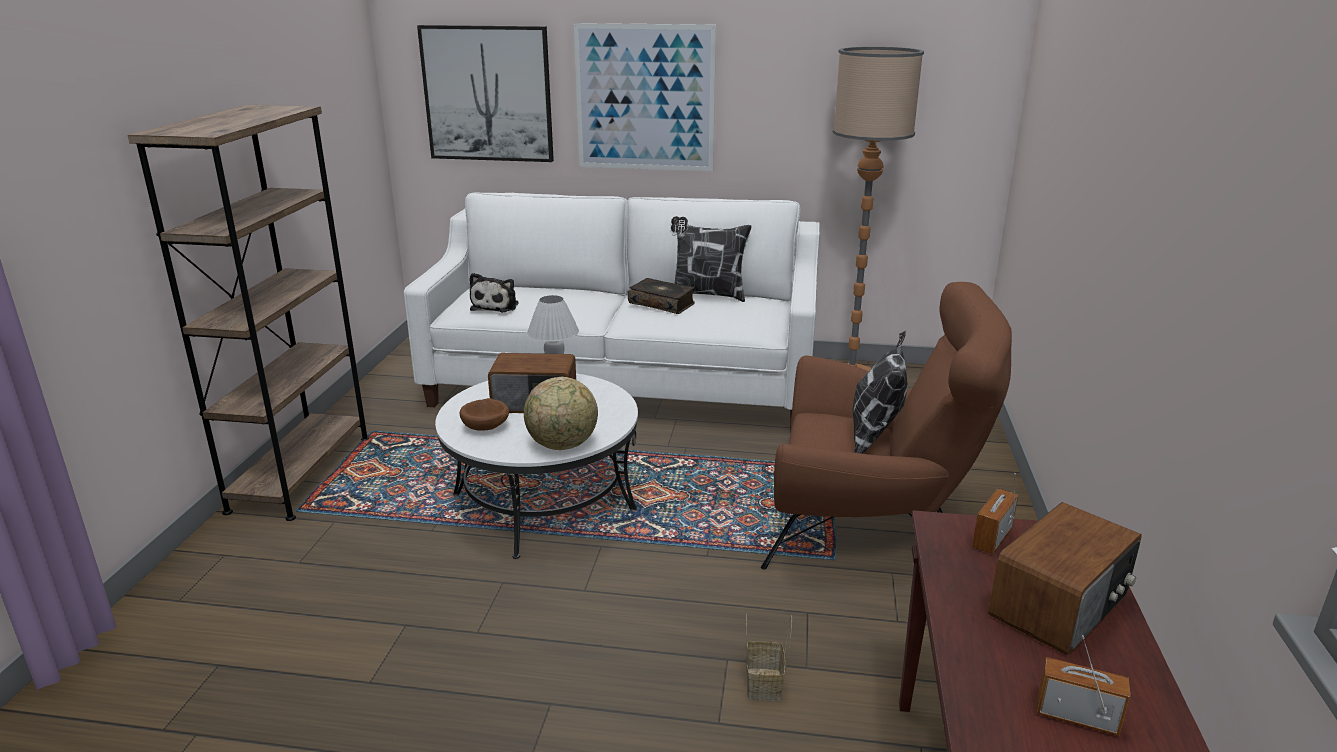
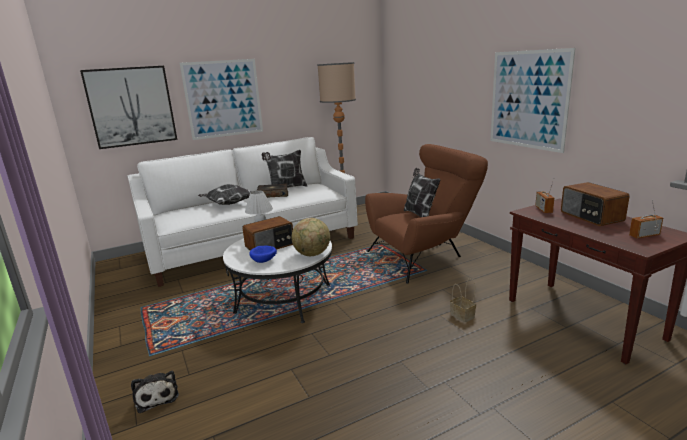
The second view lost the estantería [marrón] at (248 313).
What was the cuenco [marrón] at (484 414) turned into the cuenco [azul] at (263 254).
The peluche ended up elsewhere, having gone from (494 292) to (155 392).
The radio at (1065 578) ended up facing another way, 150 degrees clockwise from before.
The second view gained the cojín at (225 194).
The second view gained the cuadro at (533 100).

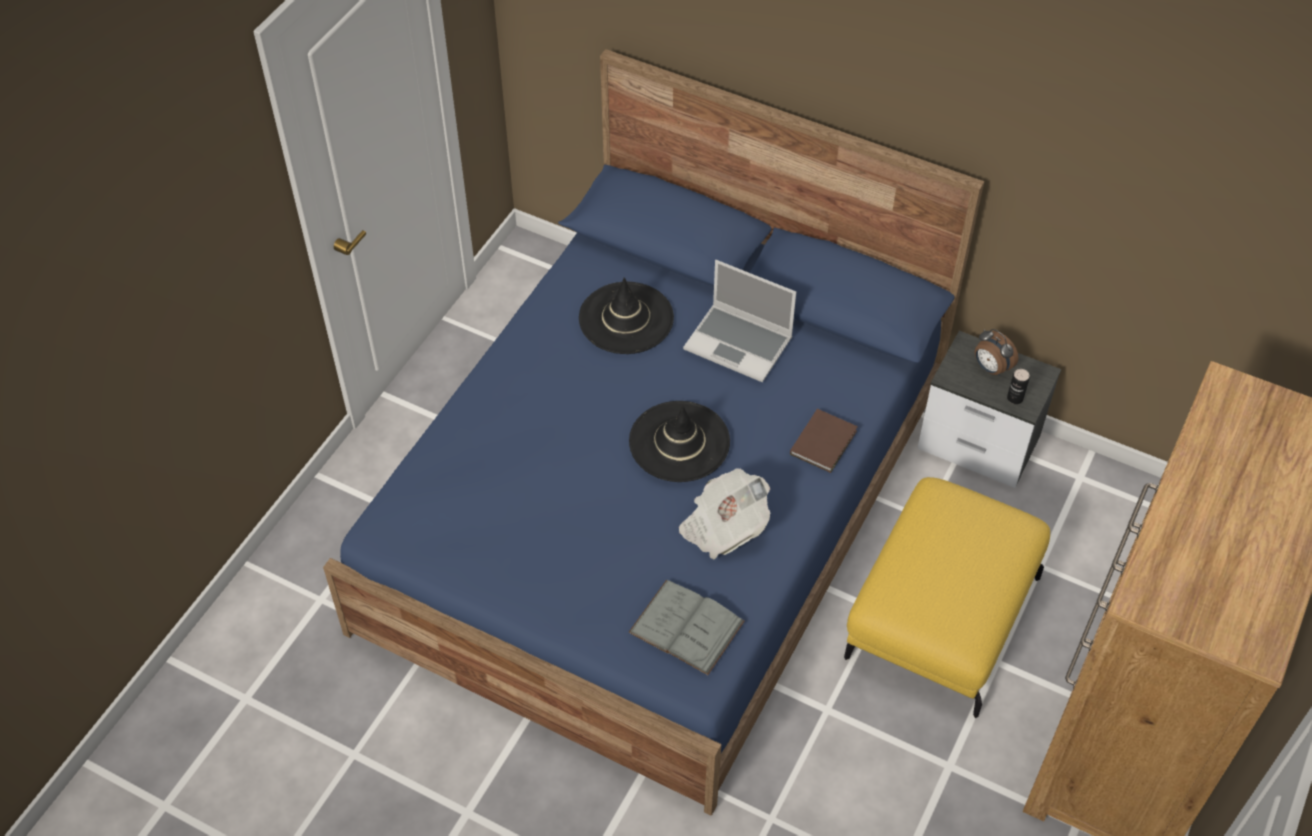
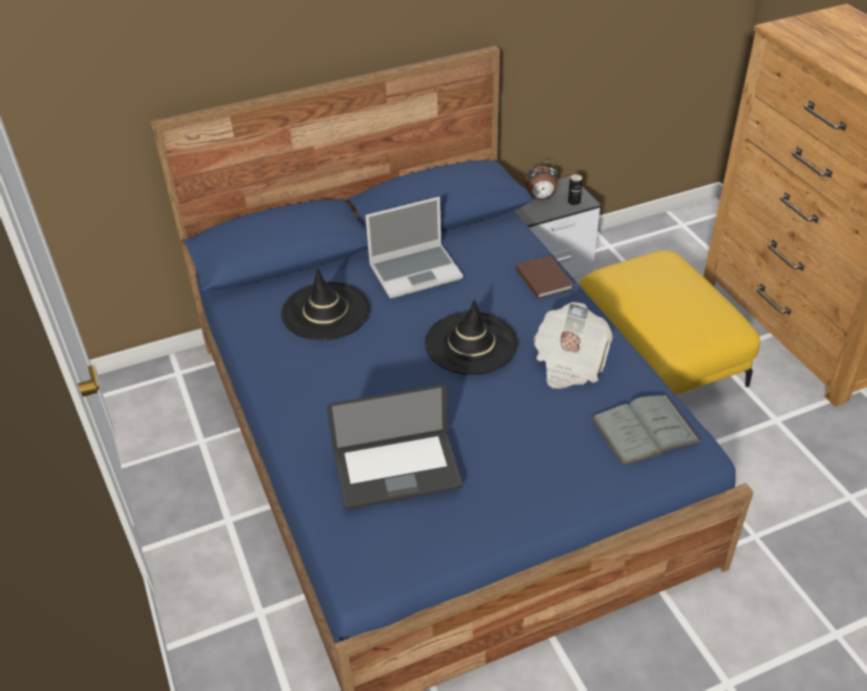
The second view gained the portátil at (394 447).

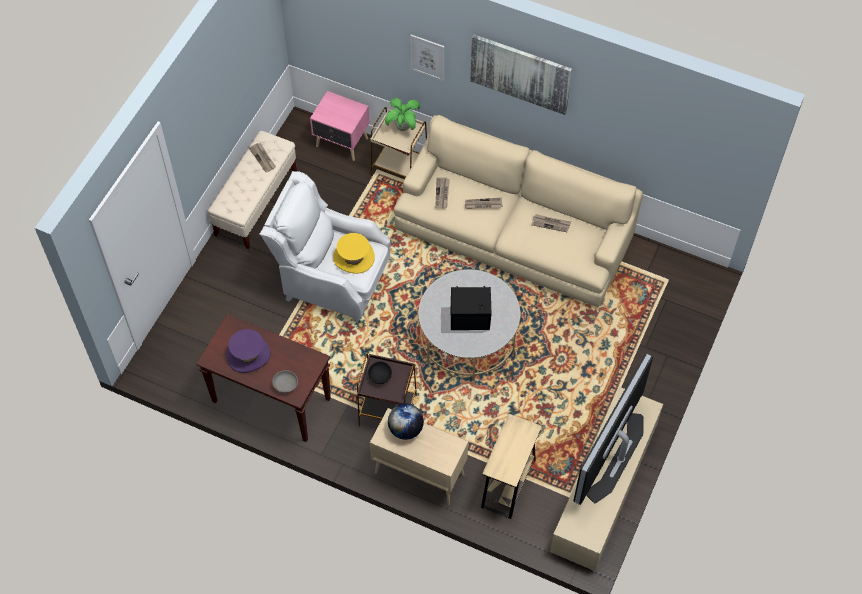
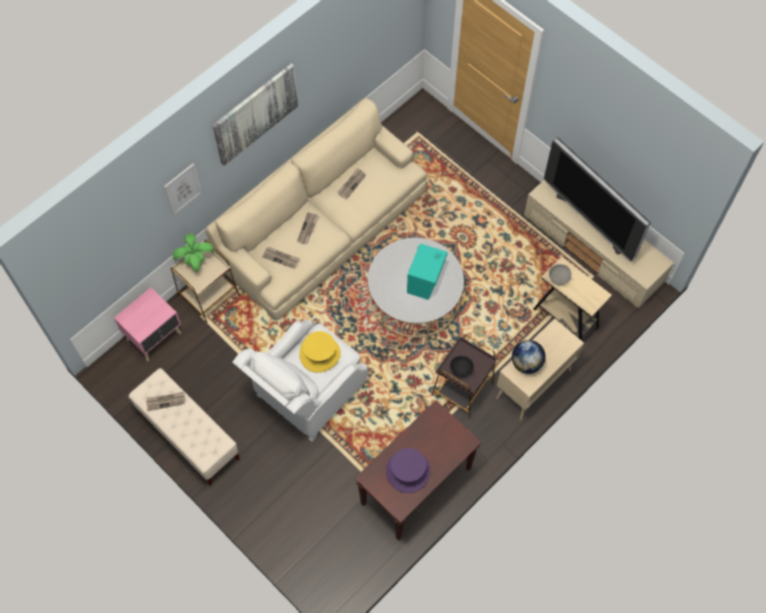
The cuenco [gris] ended up elsewhere, having gone from (285 381) to (560 274).
What was the altavoz [negro] at (471 308) turned into the altavoz [turquesa] at (427 271).

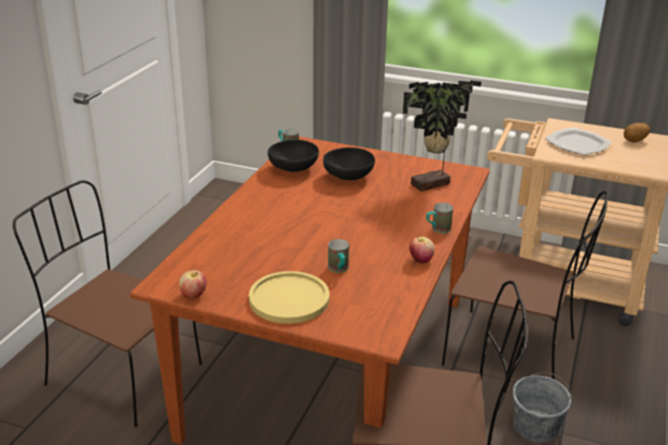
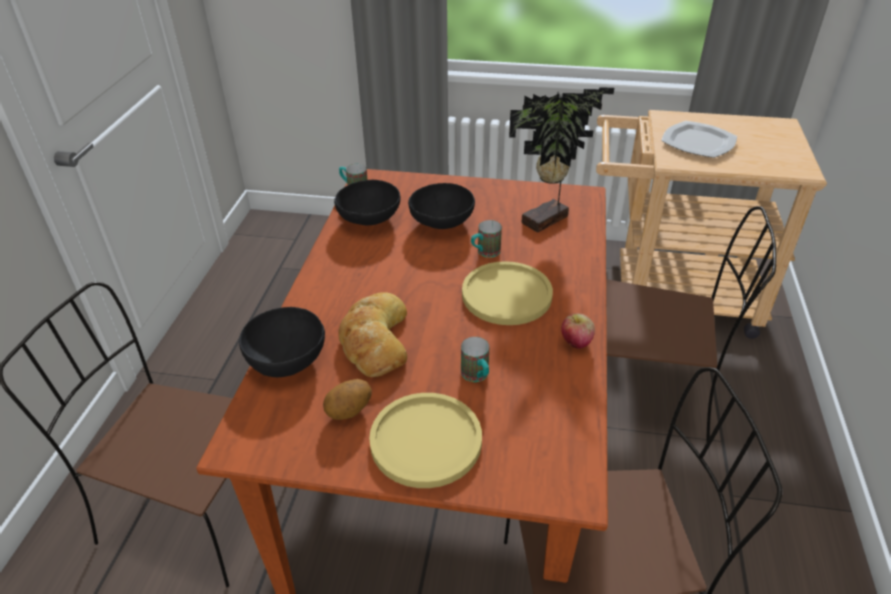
The second view lost the manzana at (193 284).
The taza grande ended up elsewhere, having gone from (439 218) to (486 239).
The second view lost the cubo [gris] at (542 407).
The patata ended up elsewhere, having gone from (637 133) to (347 399).
The second view gained the cuenco [negro] at (282 342).
The second view gained the pan at (372 334).
The second view gained the plato [amarillo] at (507 293).

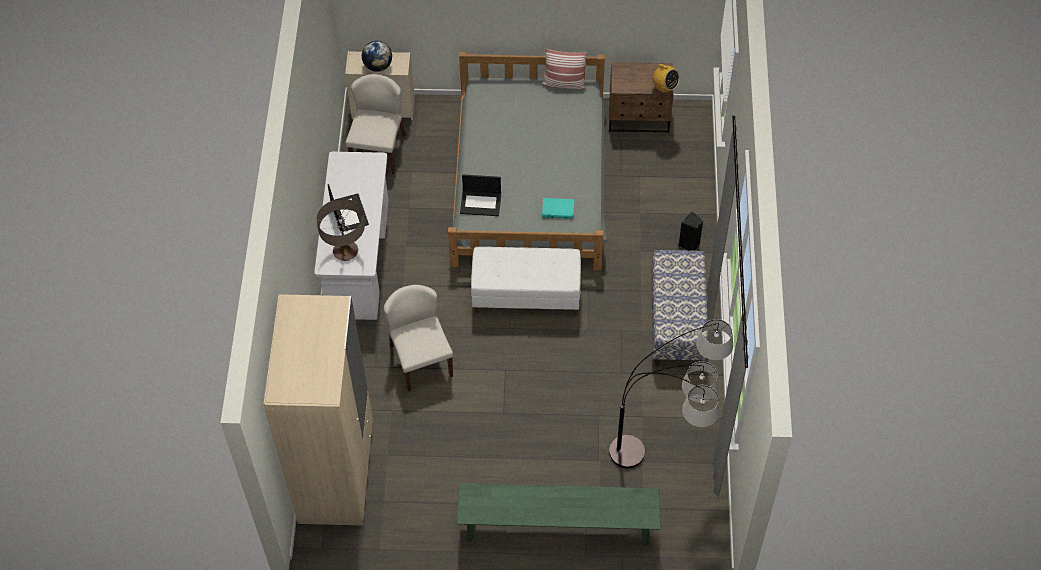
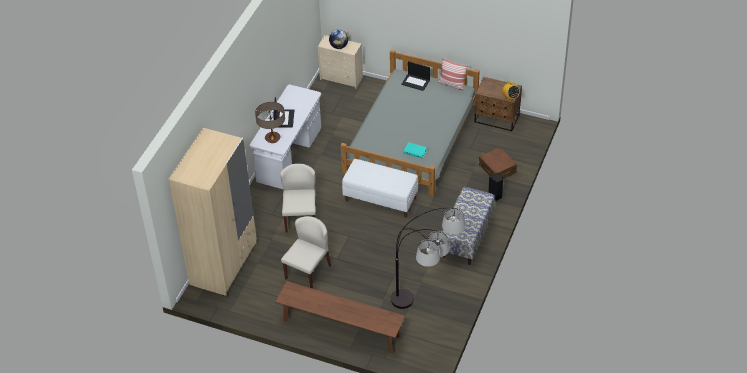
The silla [beis] ended up elsewhere, having gone from (375 124) to (306 252).
What was the banco [verde] at (558 514) turned into the banco [marrón] at (340 317).
The portátil ended up elsewhere, having gone from (480 195) to (415 76).
The second view gained the maleta [marrón] at (498 163).

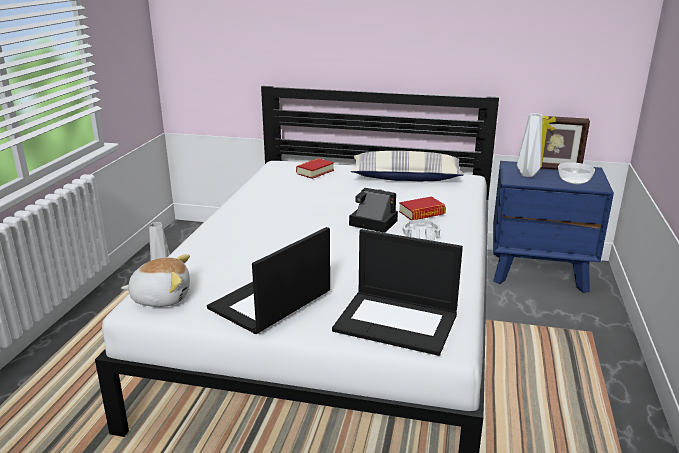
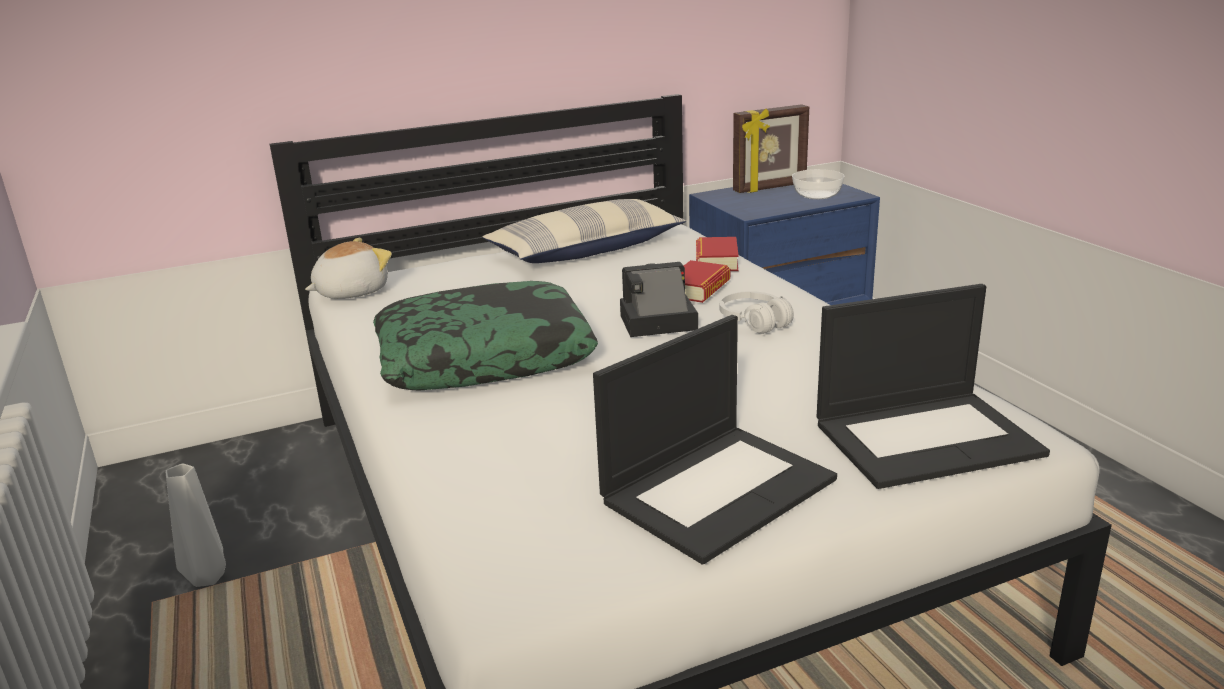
The peluche ended up elsewhere, having gone from (155 280) to (348 268).
The portátil at (268 280) ended up facing another way, 135 degrees counterclockwise from before.
The libro ended up elsewhere, having gone from (315 168) to (717 254).
The second view lost the florero [blanco] at (530 145).
The second view gained the cojín at (485 335).

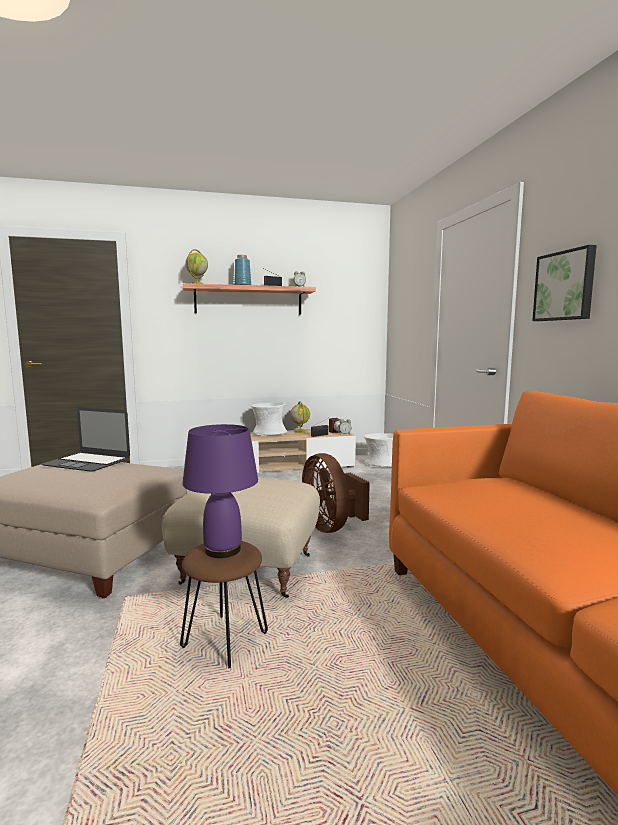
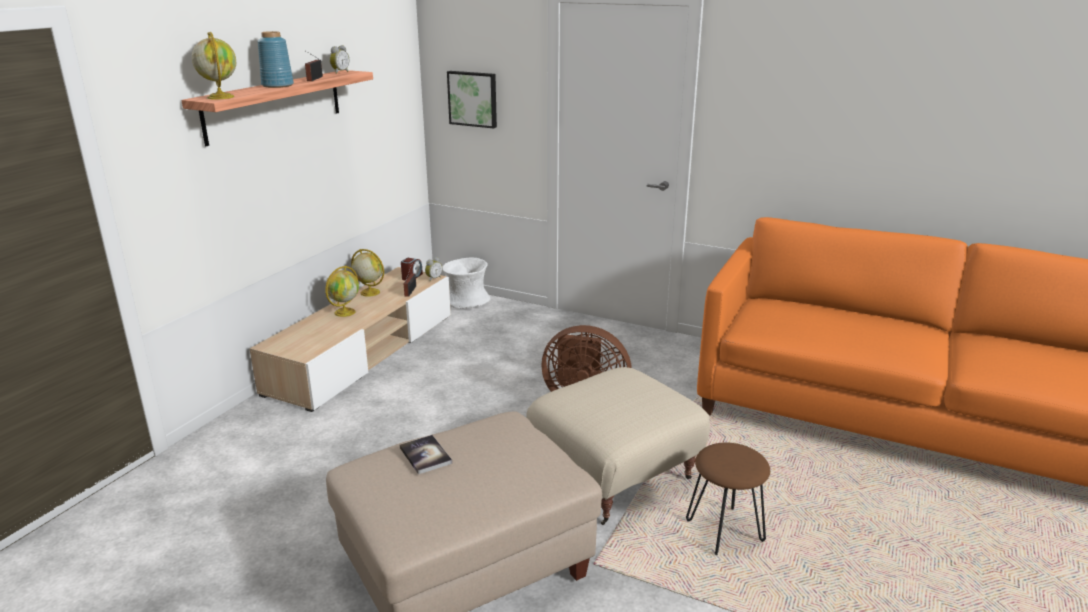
Where the portátil stood at (85 439), the libro came to stand at (426 454).
The second view lost the lámpara de mesa [morado] at (220 491).
Where the florero [blanco] stood at (269 419), the globo terráqueo came to stand at (342 291).
The cuadro ended up elsewhere, having gone from (564 283) to (472 100).

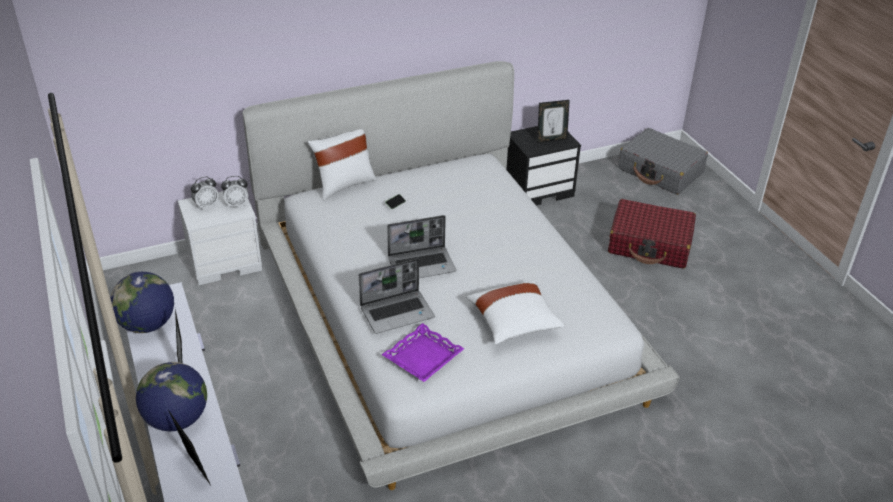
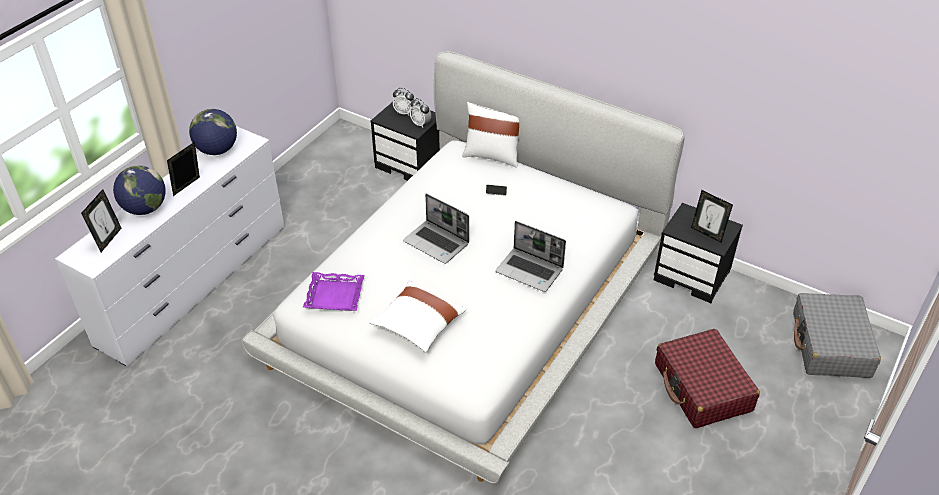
What was the mesita de noche [blanco] at (220 238) turned into the mesita de noche [negro] at (405 141).
The portátil ended up elsewhere, having gone from (397 296) to (531 256).

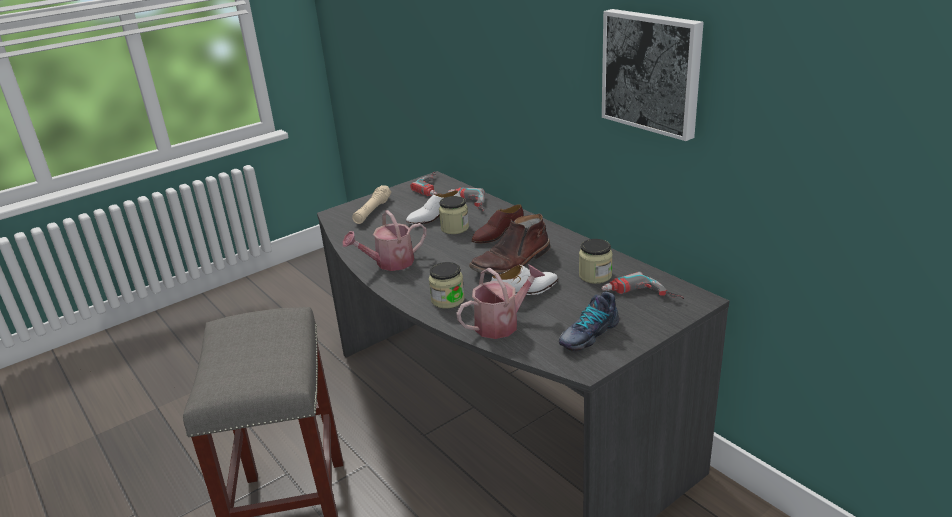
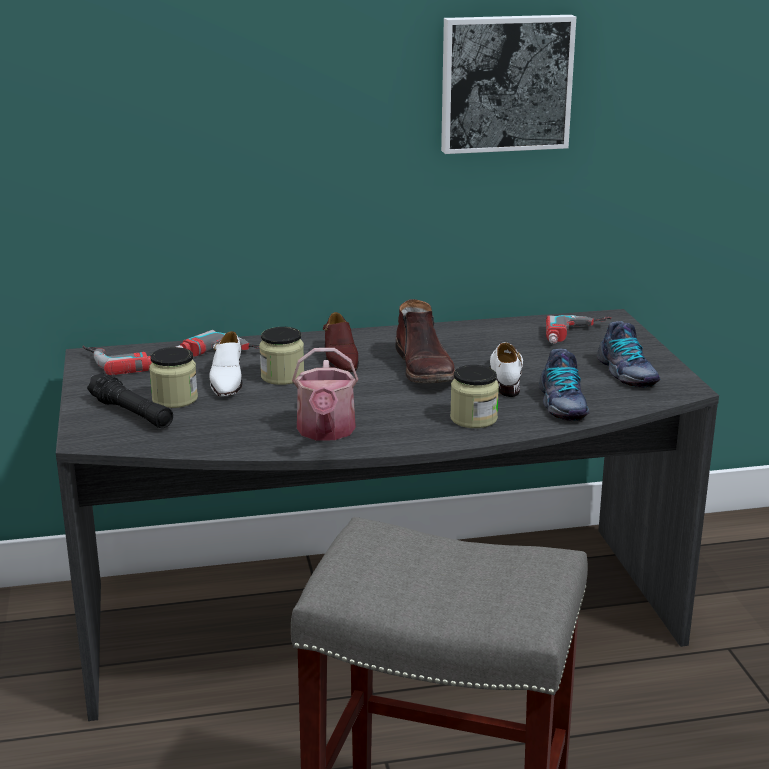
What was the linterna [beis] at (371 204) turned into the linterna [negro] at (130 400).
Where the regadera stood at (500 302), the zapato came to stand at (564 385).
The tarro ended up elsewhere, having gone from (596 261) to (173 377).

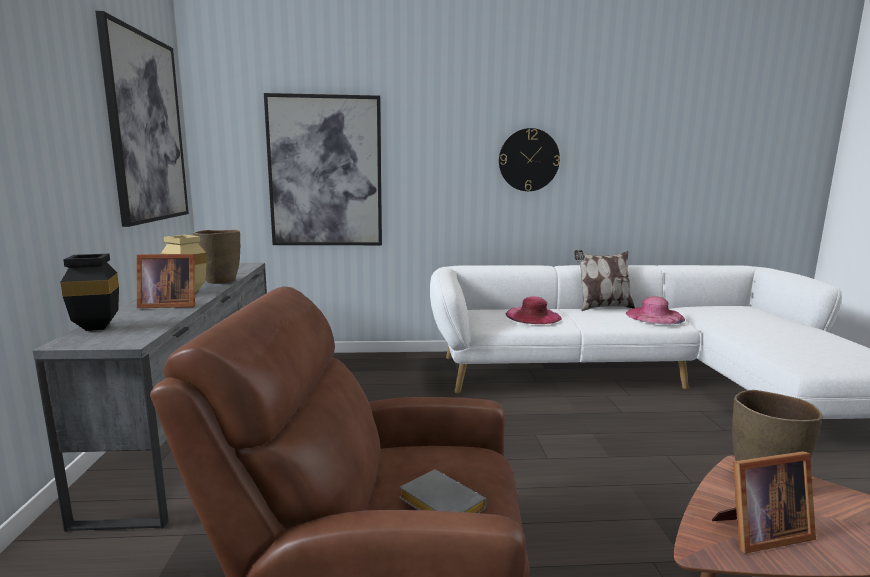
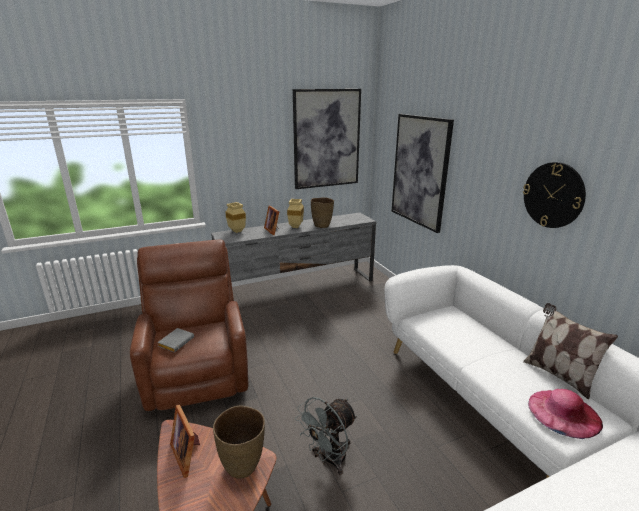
What was the florero [negro] at (89 292) turned into the florero [beis] at (235 217).
The second view lost the sombrero [rosa] at (534 310).
The second view gained the ventilador [gris] at (326 436).

